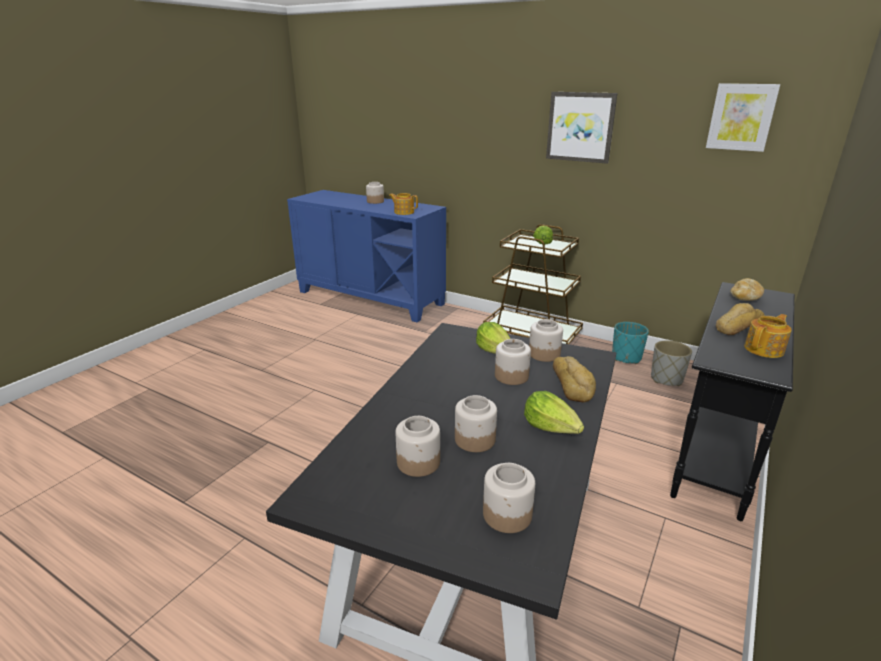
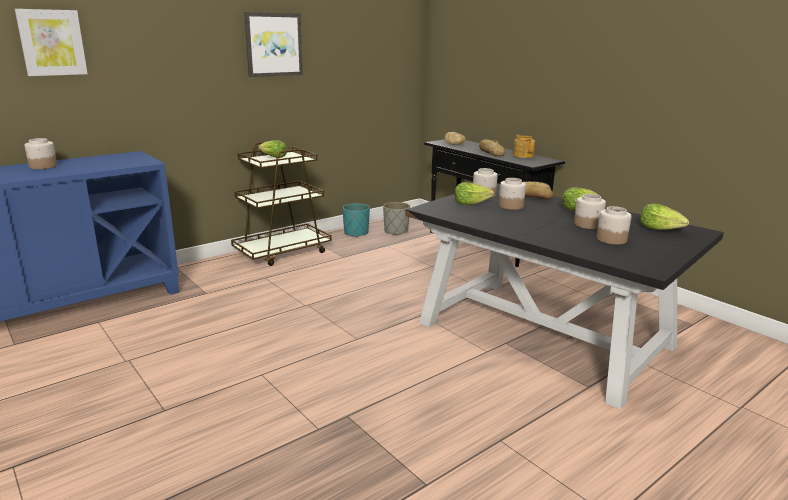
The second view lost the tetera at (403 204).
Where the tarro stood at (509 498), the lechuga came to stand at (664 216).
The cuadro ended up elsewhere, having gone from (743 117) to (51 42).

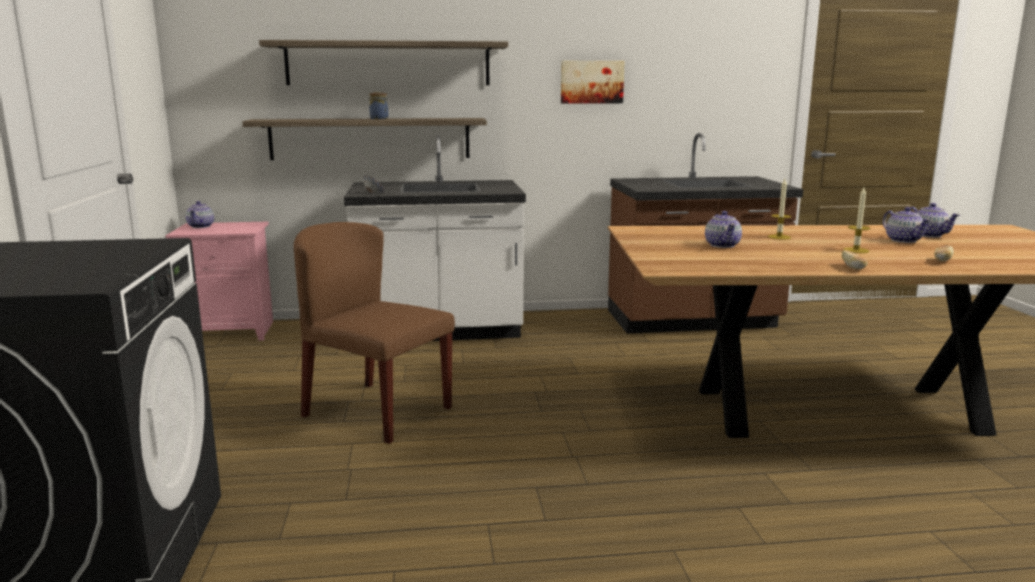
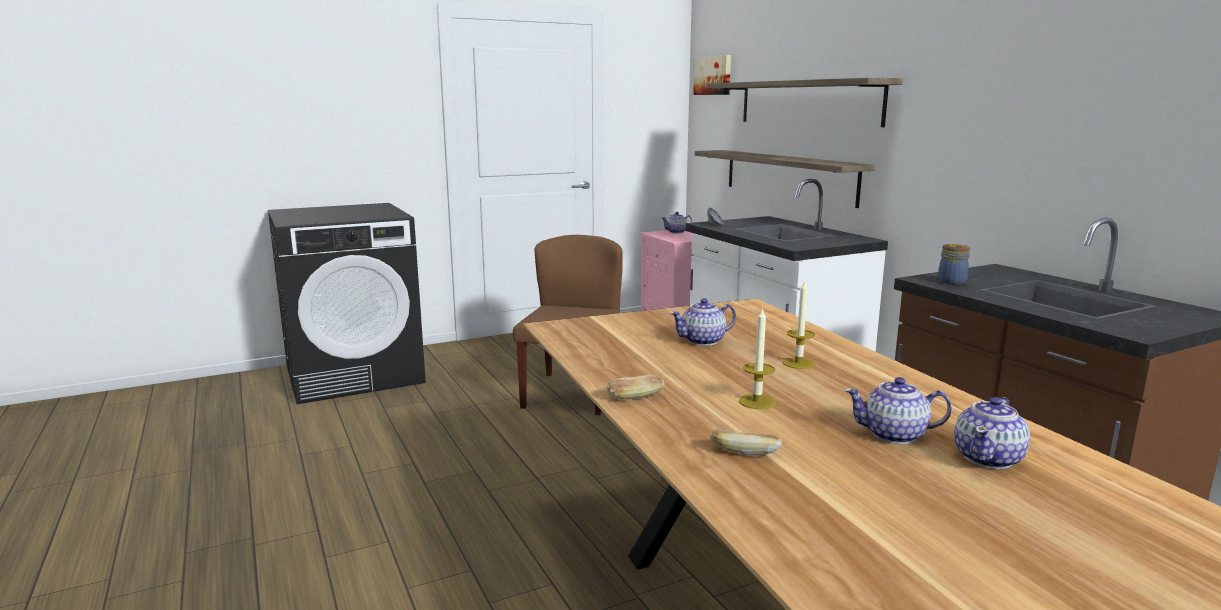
The tarro ended up elsewhere, having gone from (378 106) to (954 264).
The cuadro ended up elsewhere, having gone from (593 82) to (712 75).
The tetera at (907 225) ended up facing another way, 45 degrees clockwise from before.

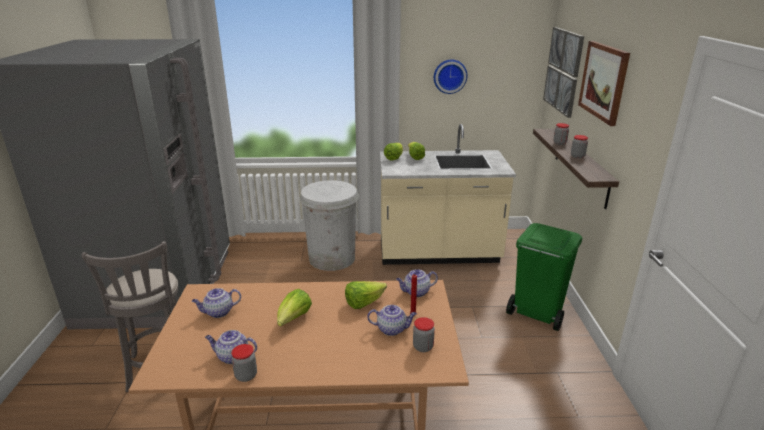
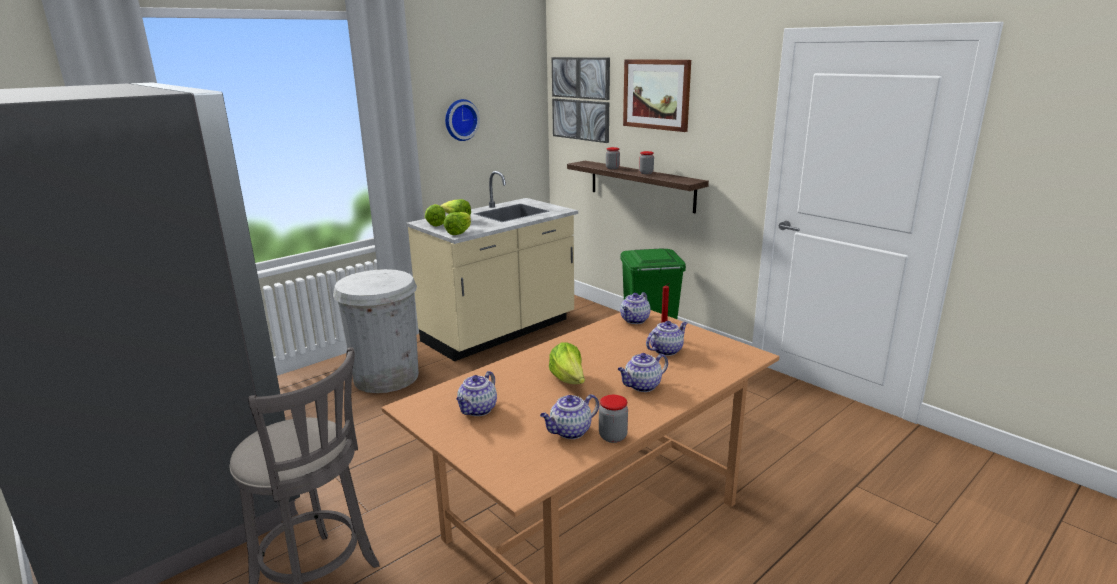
The lechuga ended up elsewhere, having gone from (366 295) to (457 223).
The second view lost the tarro at (424 334).
The second view gained the tetera at (643 372).

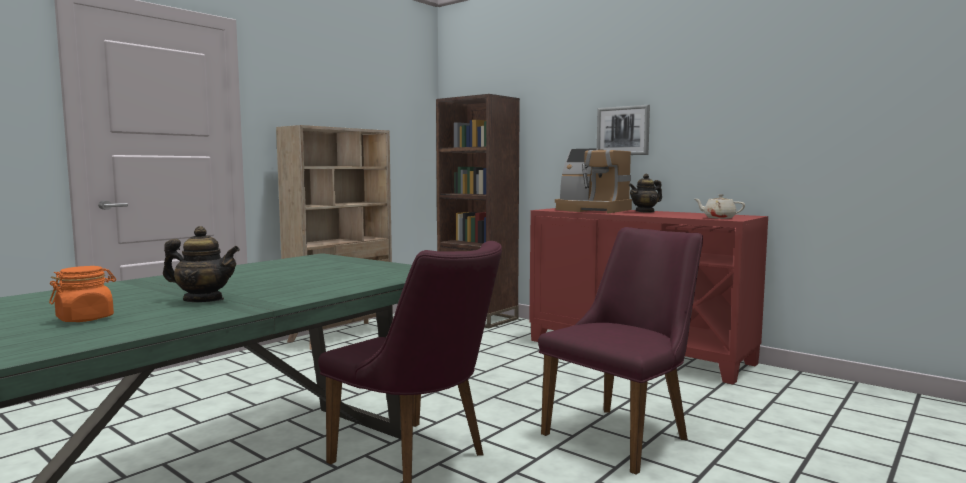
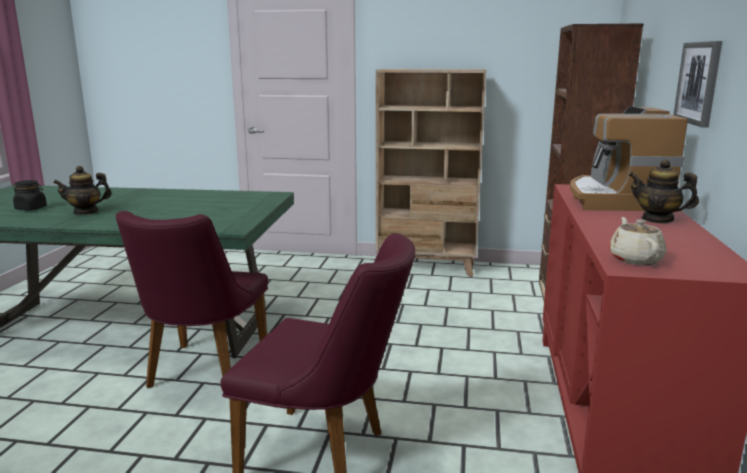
What was the tarro [naranja] at (82 294) turned into the tarro [negro] at (30 195).
The tetera at (201 264) ended up facing another way, 90 degrees clockwise from before.

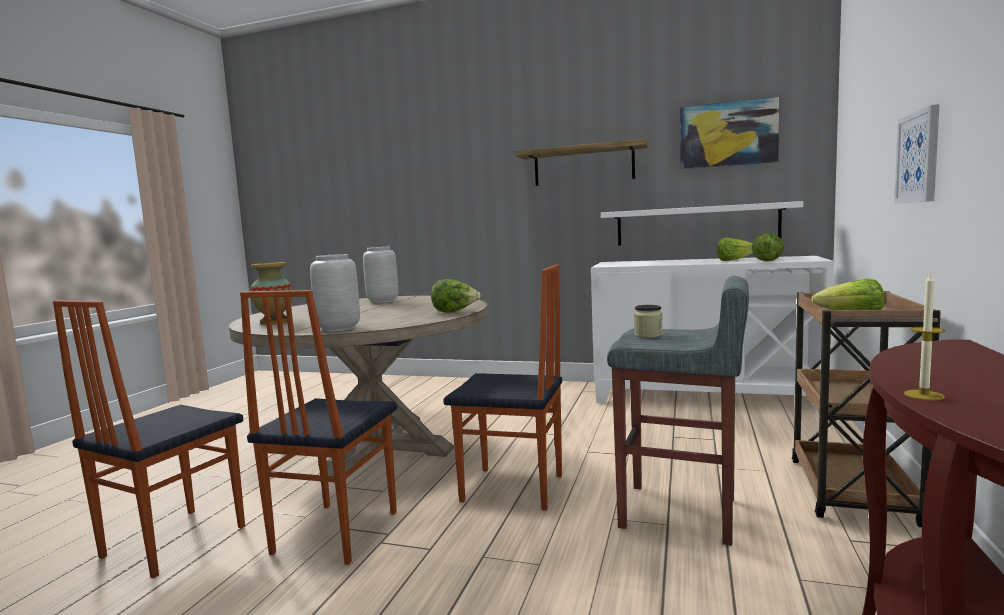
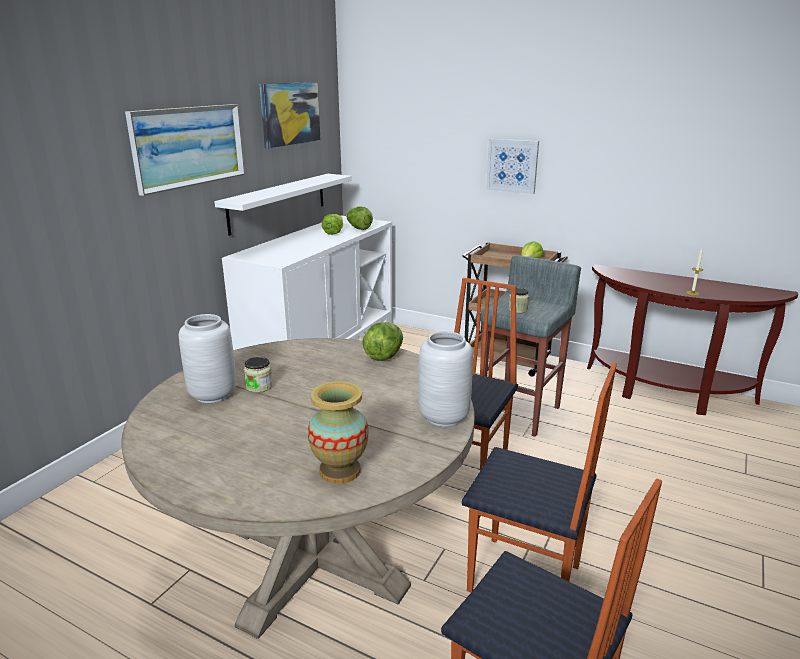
Where the estante hung at (581 162), the cuadro came to hang at (185 150).
The second view gained the tarro at (258 375).

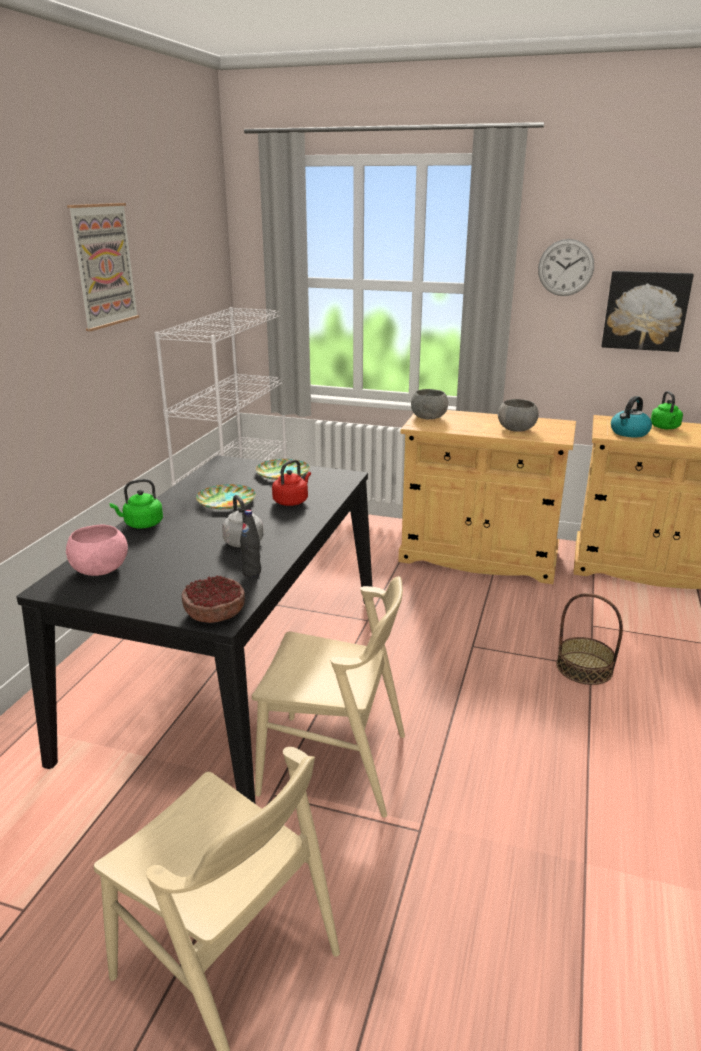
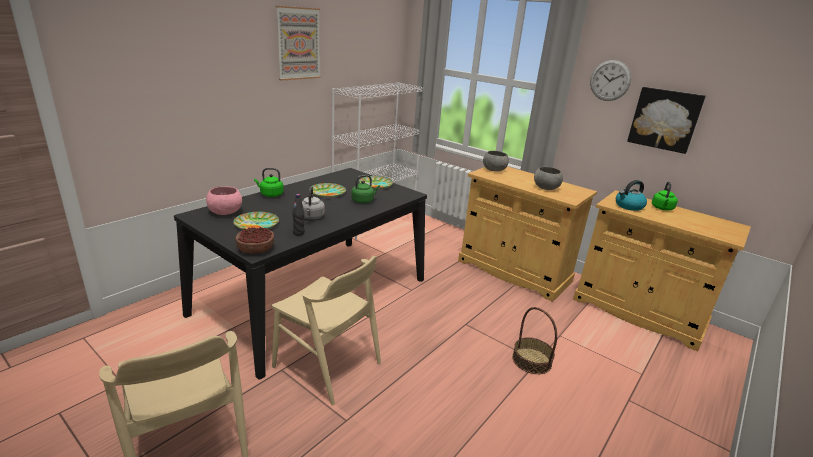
What was the hervidor [rojo] at (291 483) turned into the hervidor [verde] at (365 189).
The second view gained the plato at (256 221).

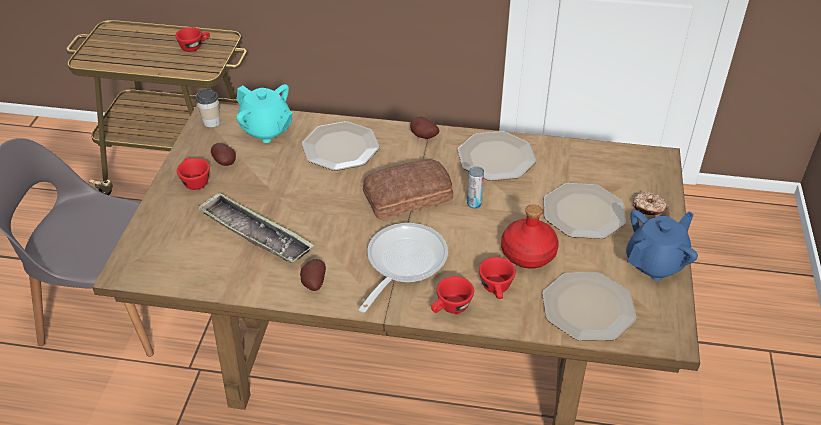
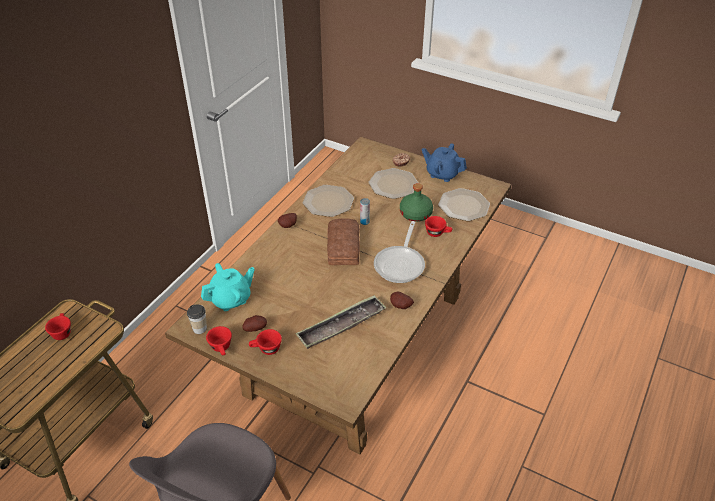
The second view lost the plato at (341 146).
The sartén at (403 268) ended up facing another way, 120 degrees counterclockwise from before.
The taza [rojo] ended up elsewhere, having gone from (452 295) to (219 340).
What was the botella [rojo] at (530 236) turned into the botella [verde] at (416 202).
The tetera [azul] at (662 245) ended up facing another way, 45 degrees counterclockwise from before.

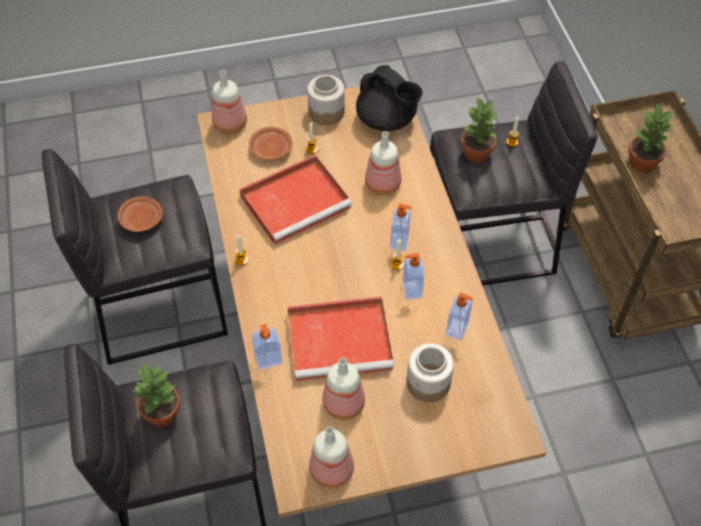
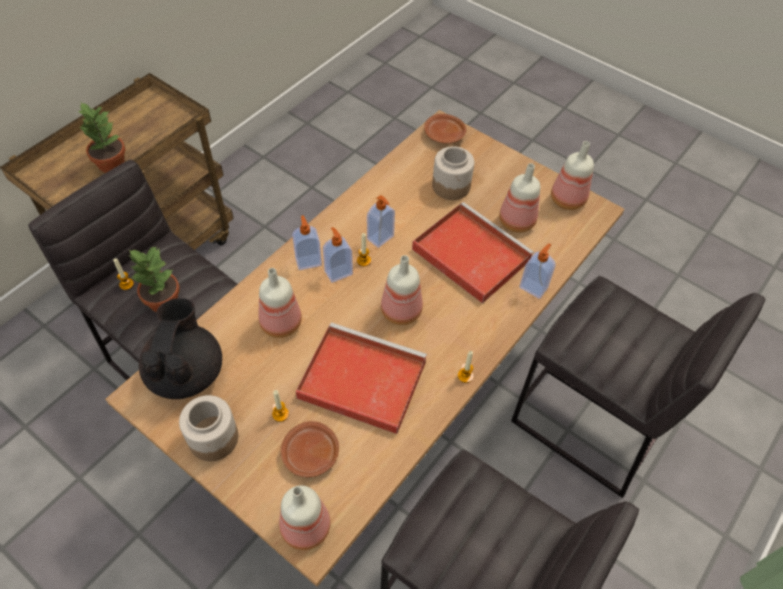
The plato [marrón] ended up elsewhere, having gone from (140 214) to (445 129).
The second view lost the planta en maceta at (156 395).
The dispensador de jabón ended up elsewhere, having gone from (459 317) to (307 243).
The second view gained the botella at (402 290).

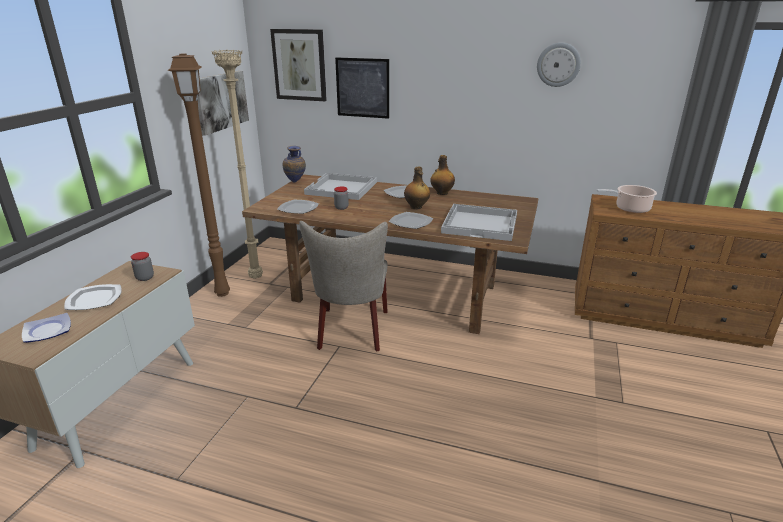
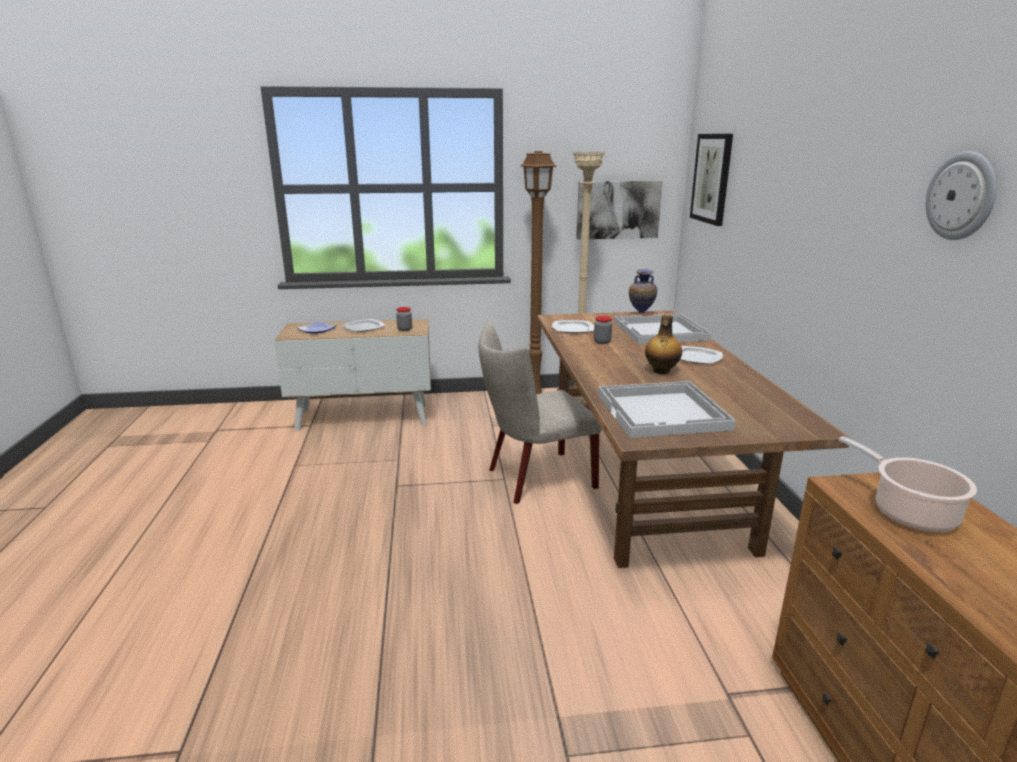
The second view lost the cuadro at (362 88).
The second view lost the plato at (411 220).
The second view lost the botella at (442 175).

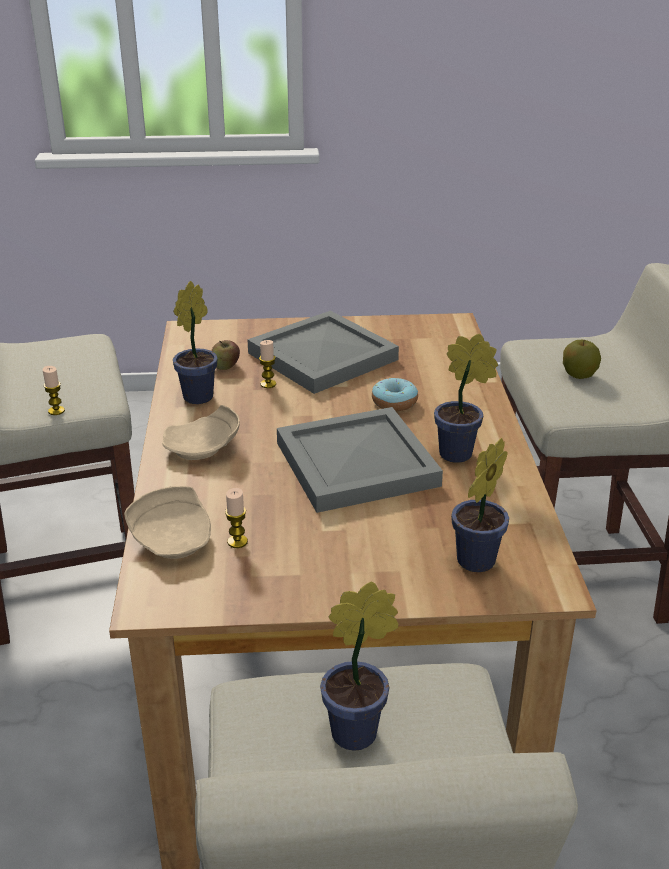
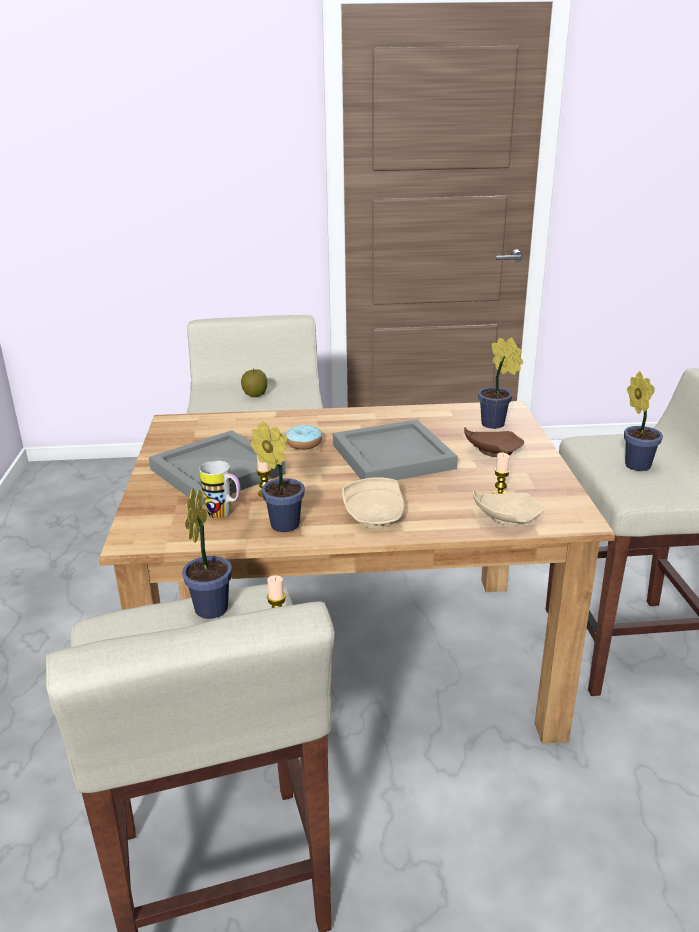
Where the manzana stood at (225 355), the taza grande came to stand at (219 490).
The planta en maceta ended up elsewhere, having gone from (466 398) to (207 553).
The second view gained the plato [marrón] at (494 442).

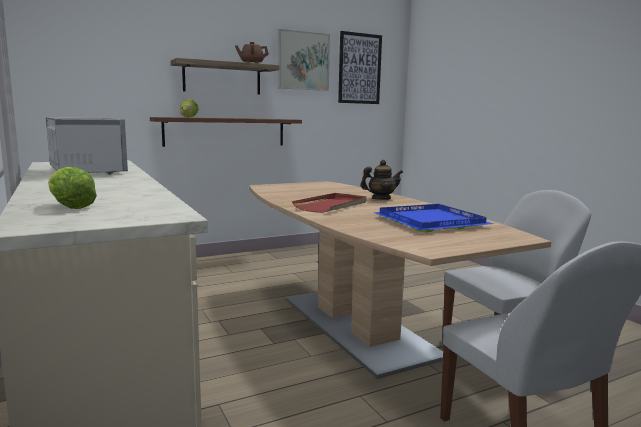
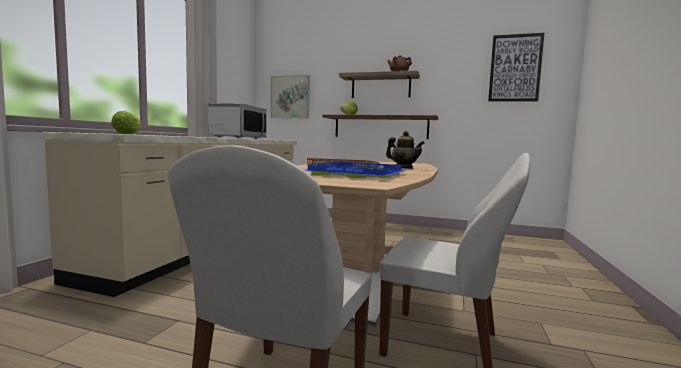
The cuadro ended up elsewhere, having gone from (304 60) to (290 96).

